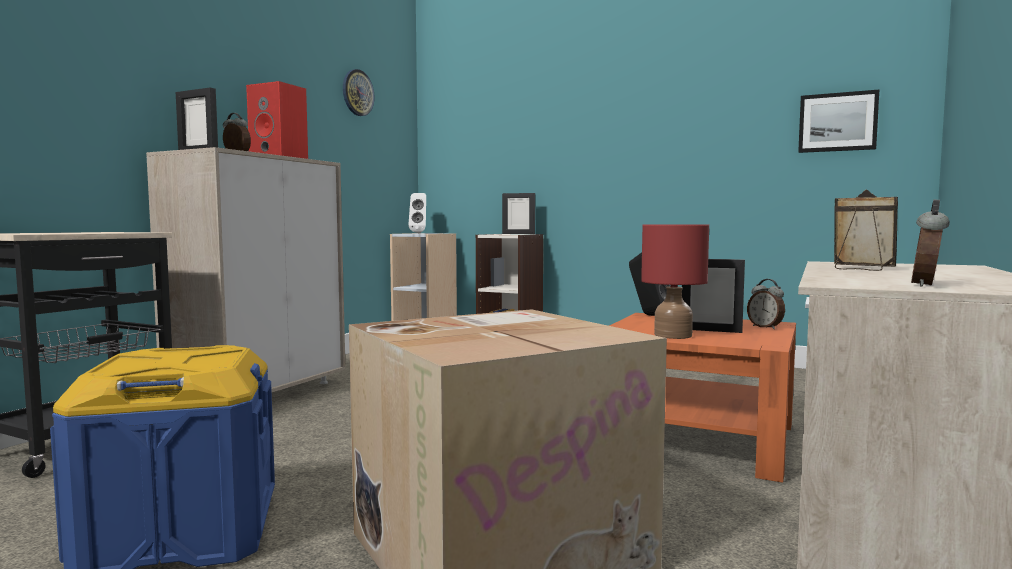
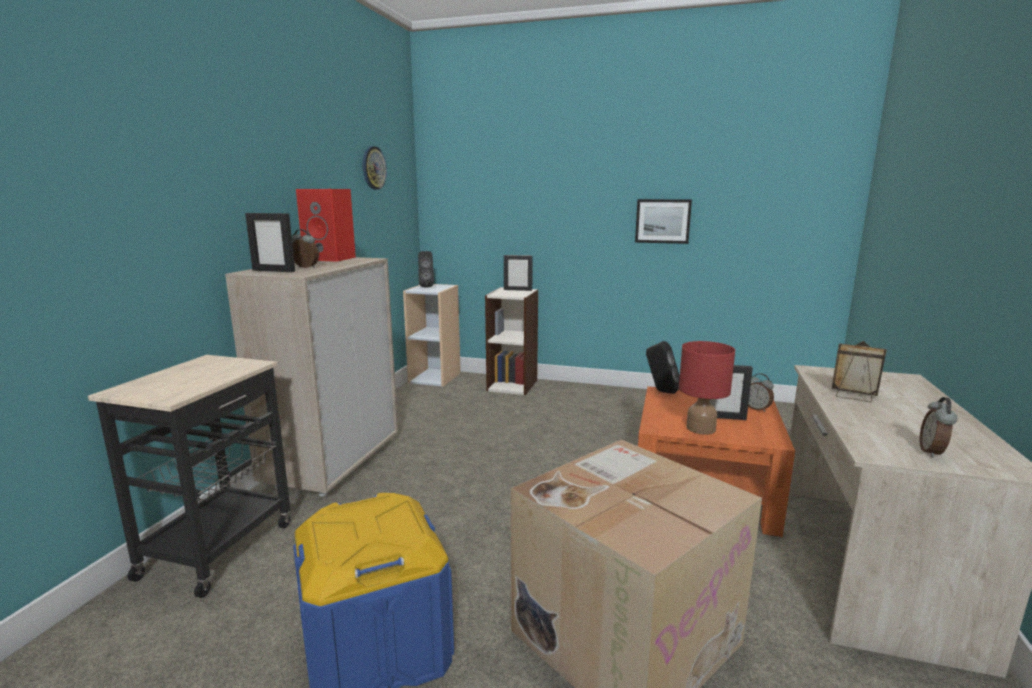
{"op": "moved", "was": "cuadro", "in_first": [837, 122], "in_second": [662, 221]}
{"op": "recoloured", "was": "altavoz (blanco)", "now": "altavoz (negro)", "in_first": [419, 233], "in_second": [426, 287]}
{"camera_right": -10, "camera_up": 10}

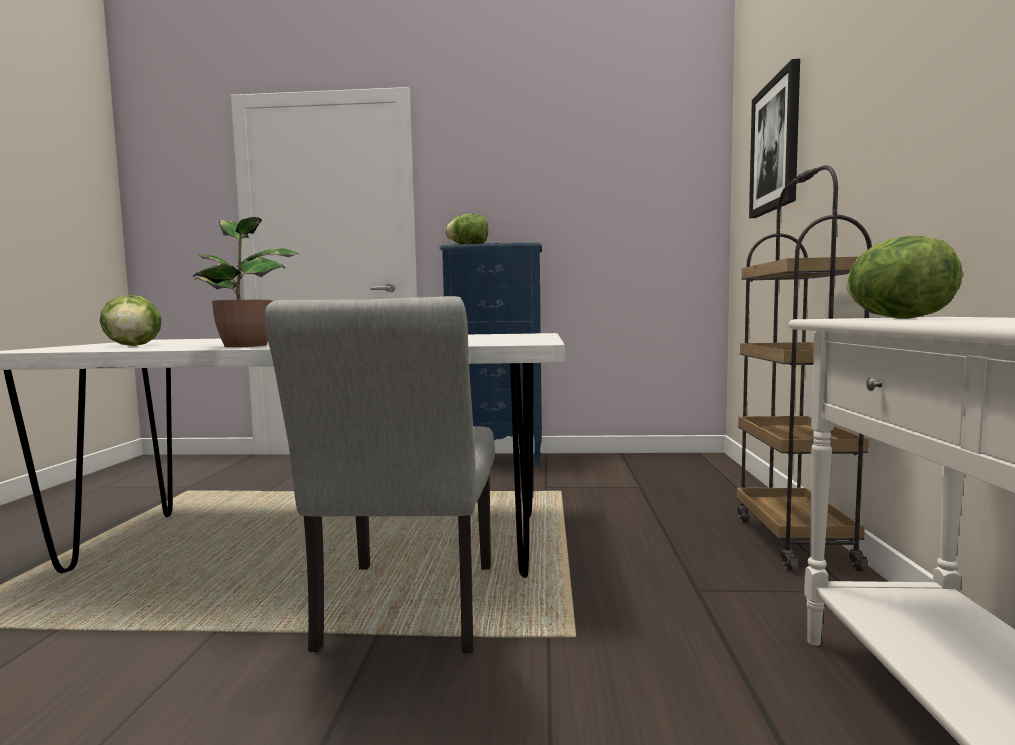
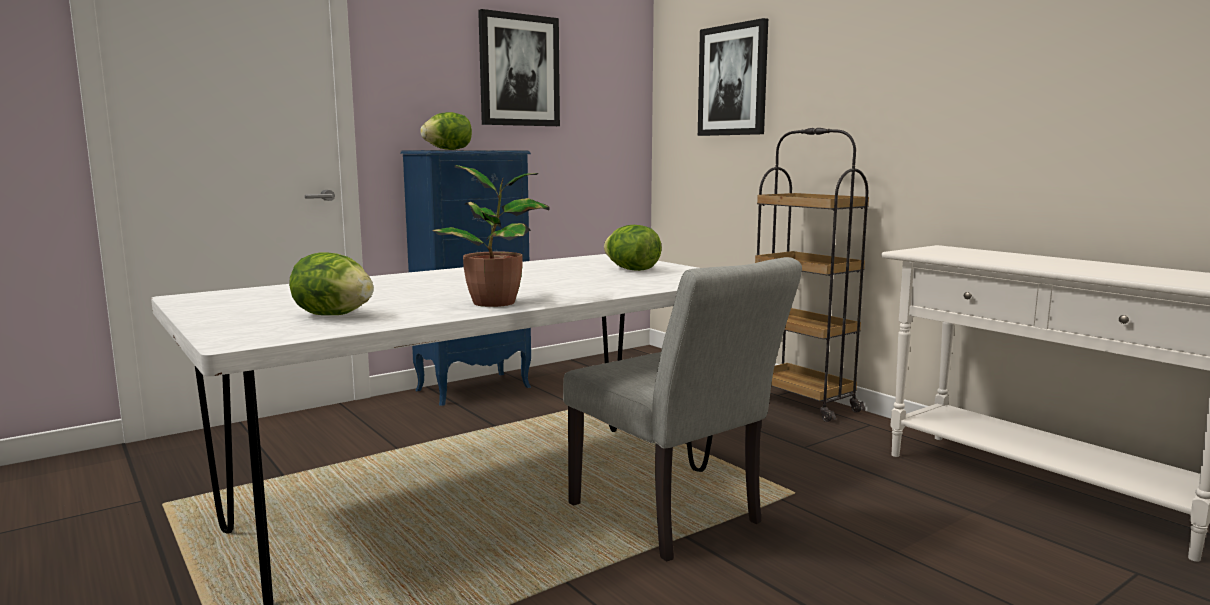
{"op": "moved", "was": "lechuga", "in_first": [896, 318], "in_second": [632, 270]}
{"op": "added", "now": "cuadro", "in_second": [519, 70]}
{"camera_right": -40, "camera_up": 5}

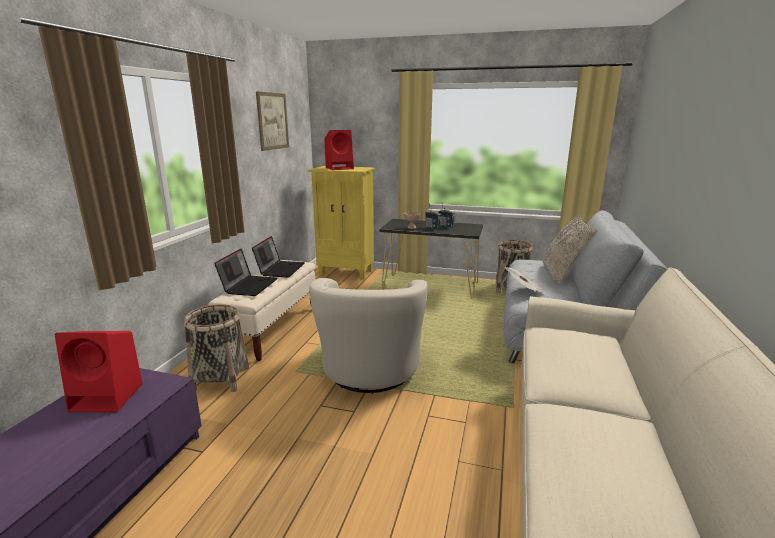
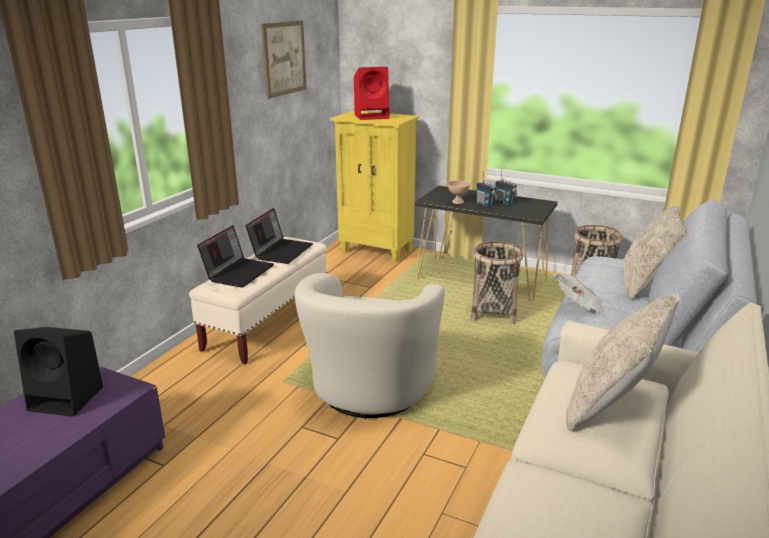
{"op": "moved", "was": "cesta", "in_first": [221, 379], "in_second": [493, 313]}
{"op": "recoloured", "was": "altavoz (rojo)", "now": "altavoz (negro)", "in_first": [109, 397], "in_second": [68, 398]}
{"op": "added", "now": "cojín (beis)", "in_second": [612, 406]}
{"camera_right": 10, "camera_up": 5}

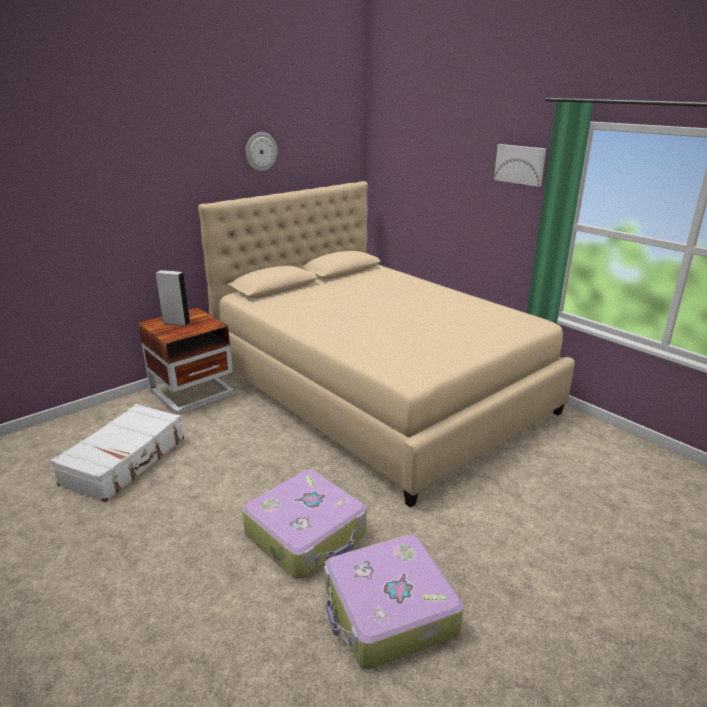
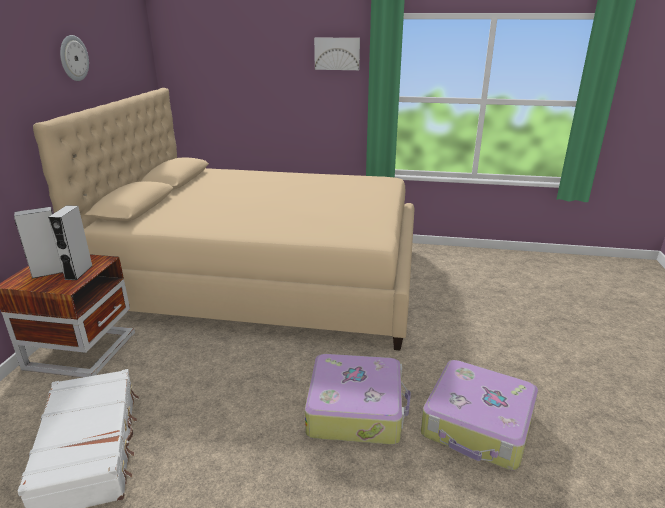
{"op": "added", "now": "altavoz (gris)", "in_second": [79, 272]}
{"camera_right": -40, "camera_up": 0}

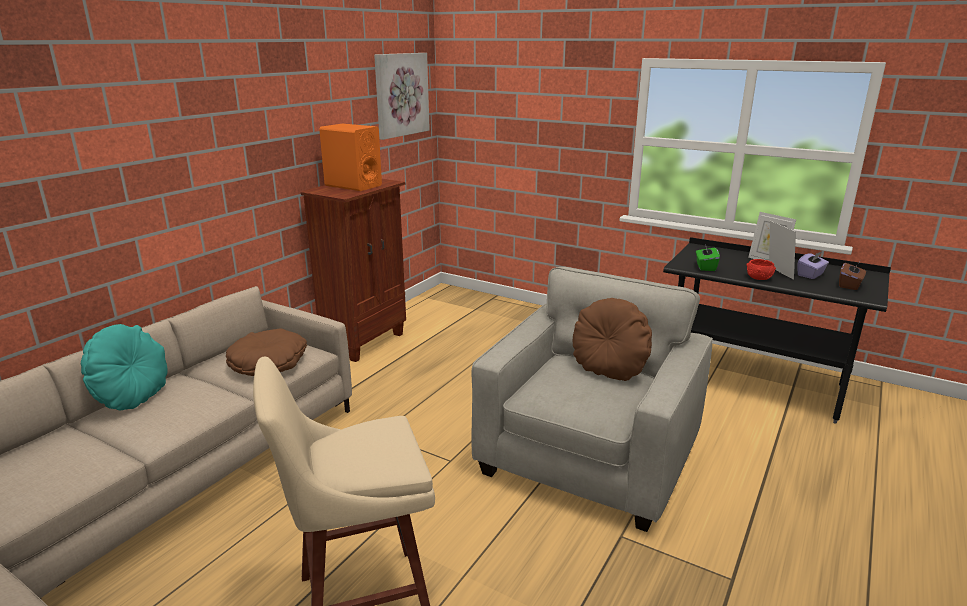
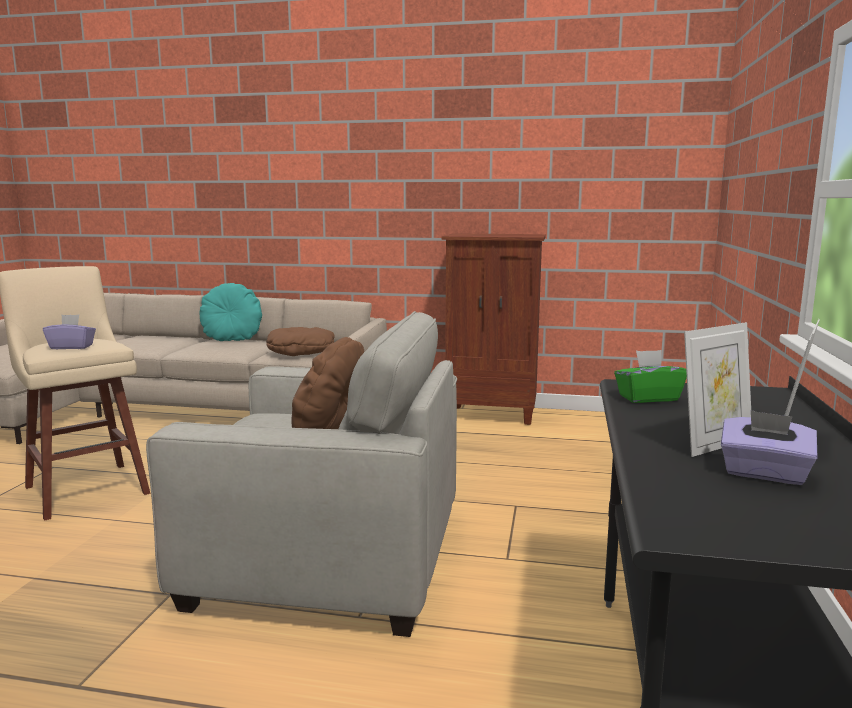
{"op": "removed", "was": "cuadro", "in_first": [401, 94]}
{"op": "removed", "was": "altavoz (naranja)", "in_first": [353, 185]}
{"op": "removed", "was": "cuenco (rojo)", "in_first": [759, 278]}
{"op": "removed", "was": "caja de pañuelos (marrón)", "in_first": [850, 285]}
{"op": "added", "now": "caja de pañuelos (morado)", "in_second": [72, 347]}
{"camera_right": 70, "camera_up": -10}

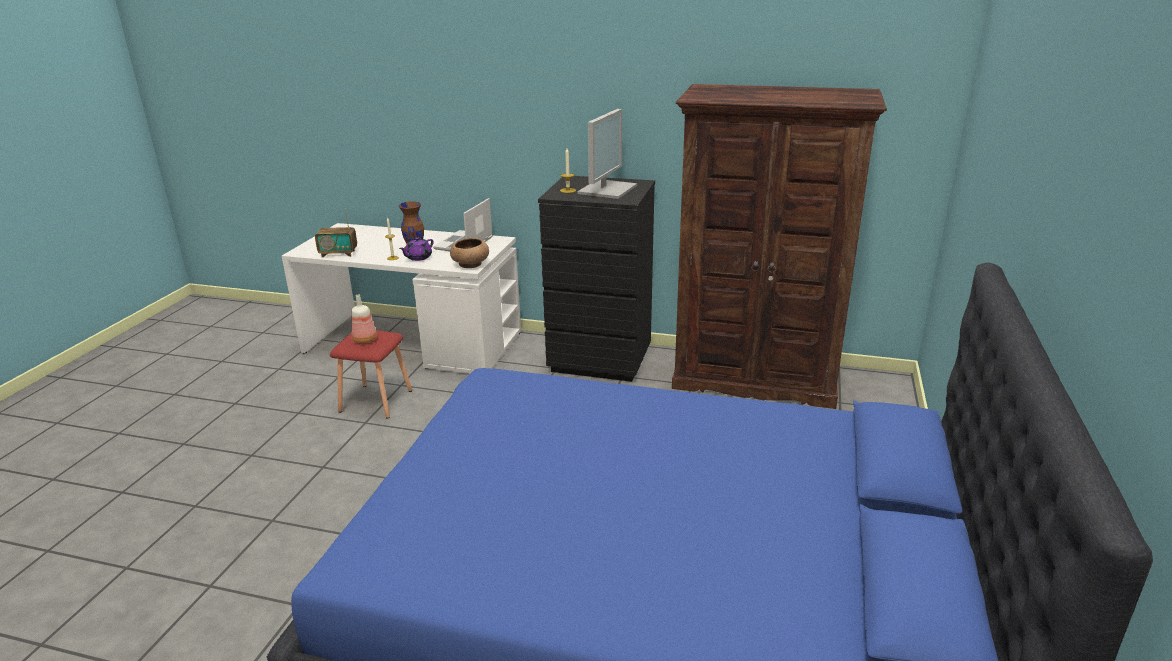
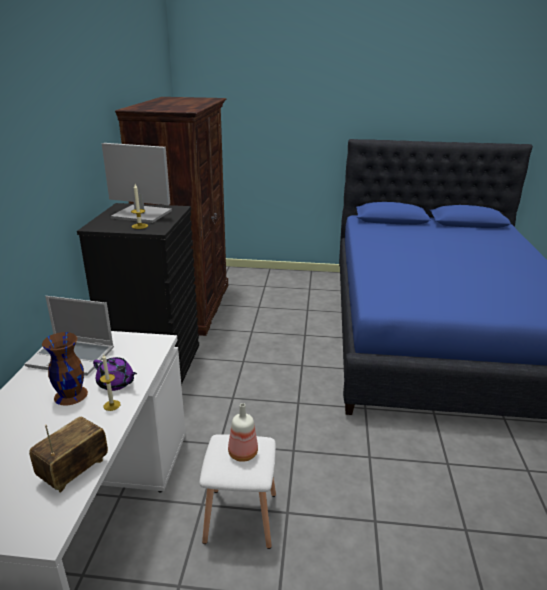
{"op": "turned", "was": "radio", "in_first": [338, 254], "in_second": [74, 470], "clockwise": -135}
{"op": "removed", "was": "cuenco (marrón)", "in_first": [470, 264]}
{"op": "recoloured", "was": "taburete (rojo)", "now": "taburete (blanco)", "in_first": [374, 401], "in_second": [241, 518]}
{"camera_right": -100, "camera_up": 0}

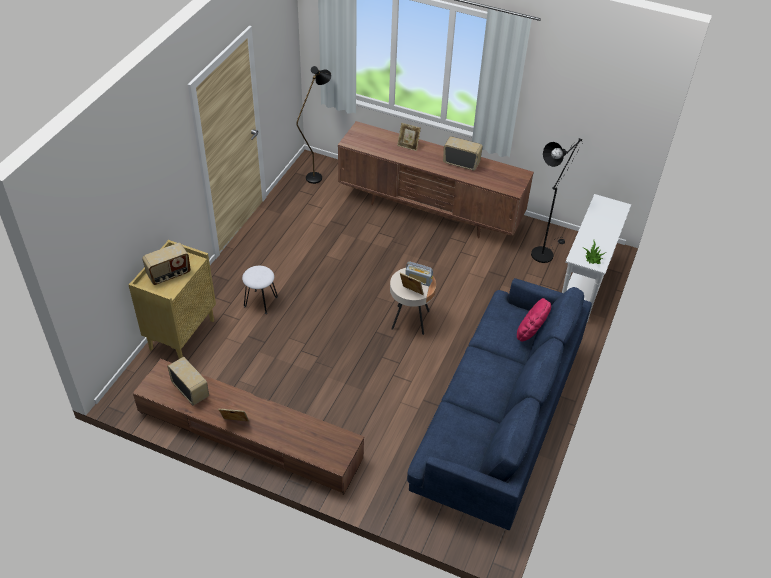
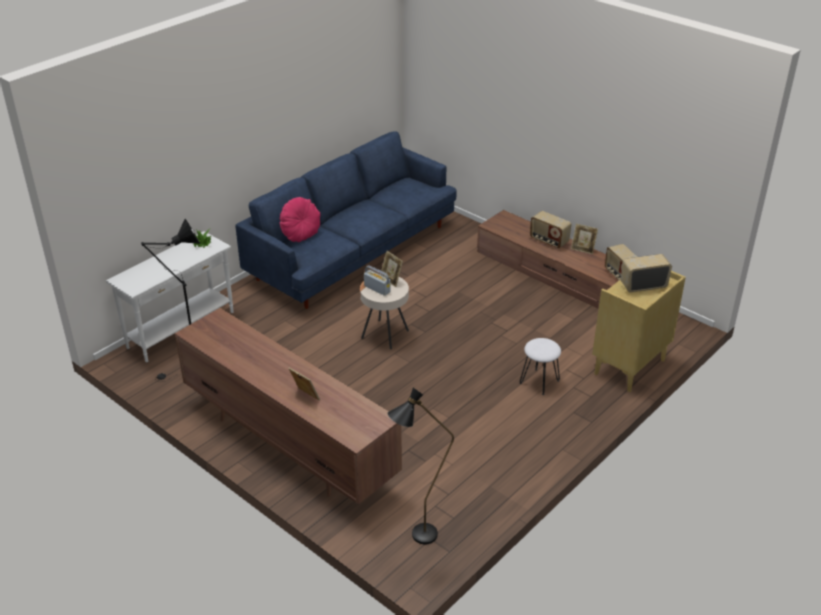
{"op": "moved", "was": "radio", "in_first": [461, 163], "in_second": [548, 241]}
{"camera_right": -160, "camera_up": -10}

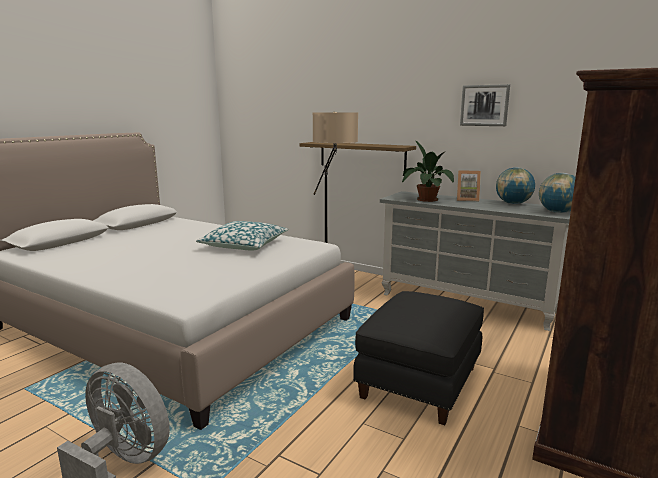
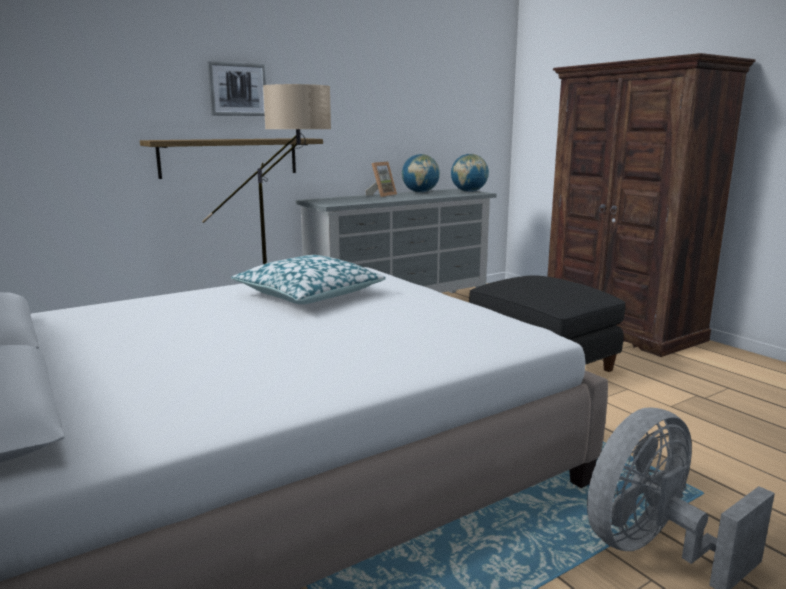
{"op": "moved", "was": "cuadro", "in_first": [484, 105], "in_second": [238, 89]}
{"op": "removed", "was": "planta en maceta", "in_first": [425, 199]}
{"camera_right": -65, "camera_up": 0}

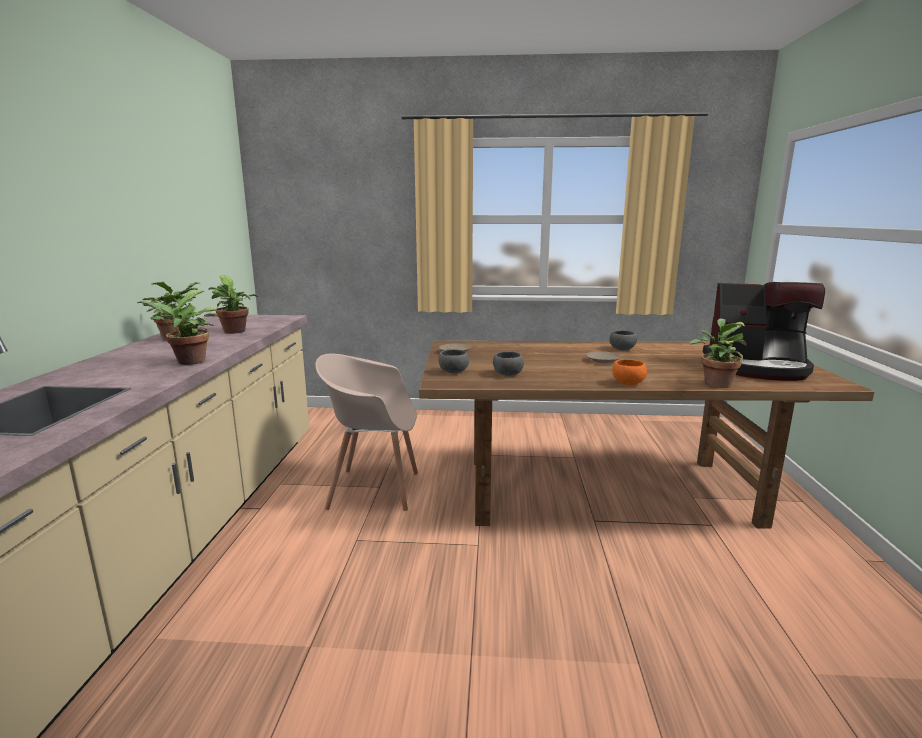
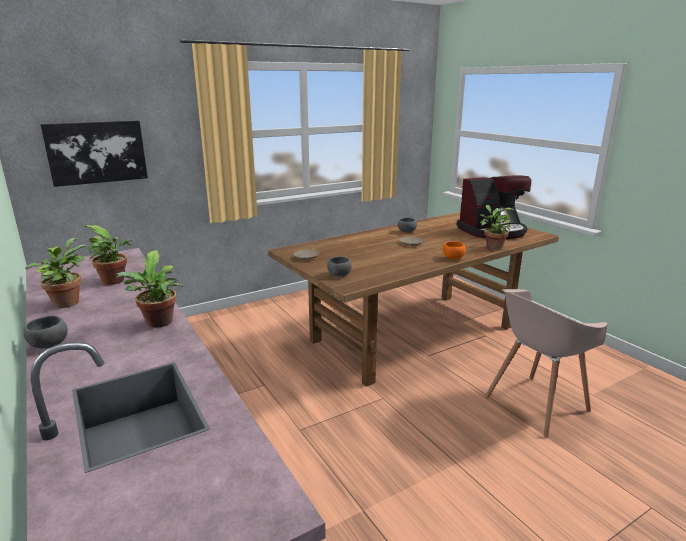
{"op": "moved", "was": "cuenco (gris)", "in_first": [507, 374], "in_second": [48, 345]}
{"op": "moved", "was": "silla (beis)", "in_first": [372, 490], "in_second": [536, 405]}
{"op": "added", "now": "cuadro", "in_second": [97, 152]}
{"camera_right": -35, "camera_up": 5}

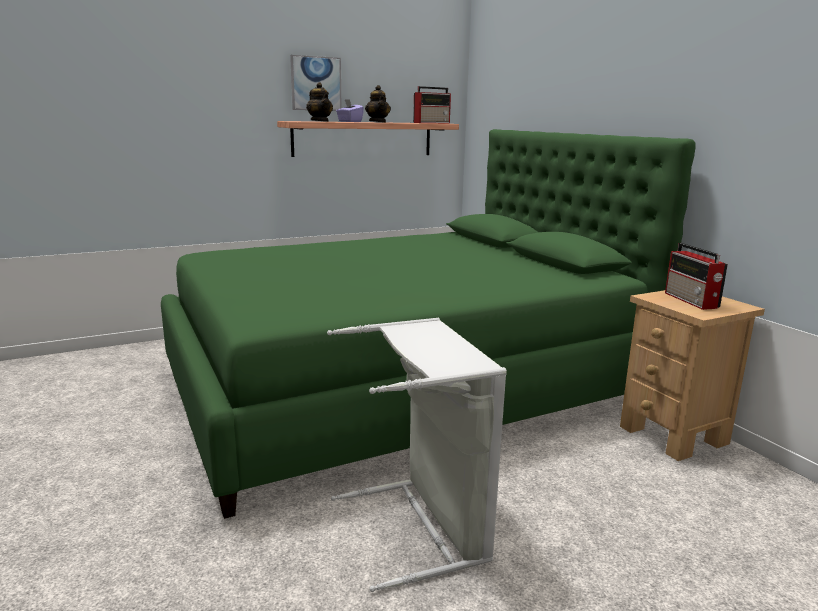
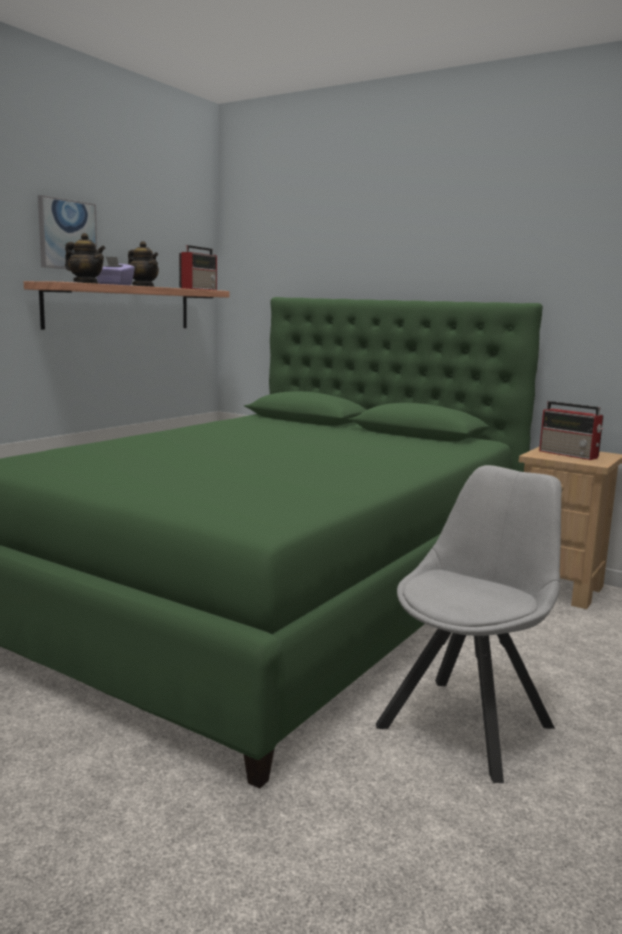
{"op": "replaced", "was": "cesto de la ropa (gris)", "now": "silla (gris)", "in_first": [424, 525], "in_second": [468, 724]}
{"camera_right": -30, "camera_up": -5}

